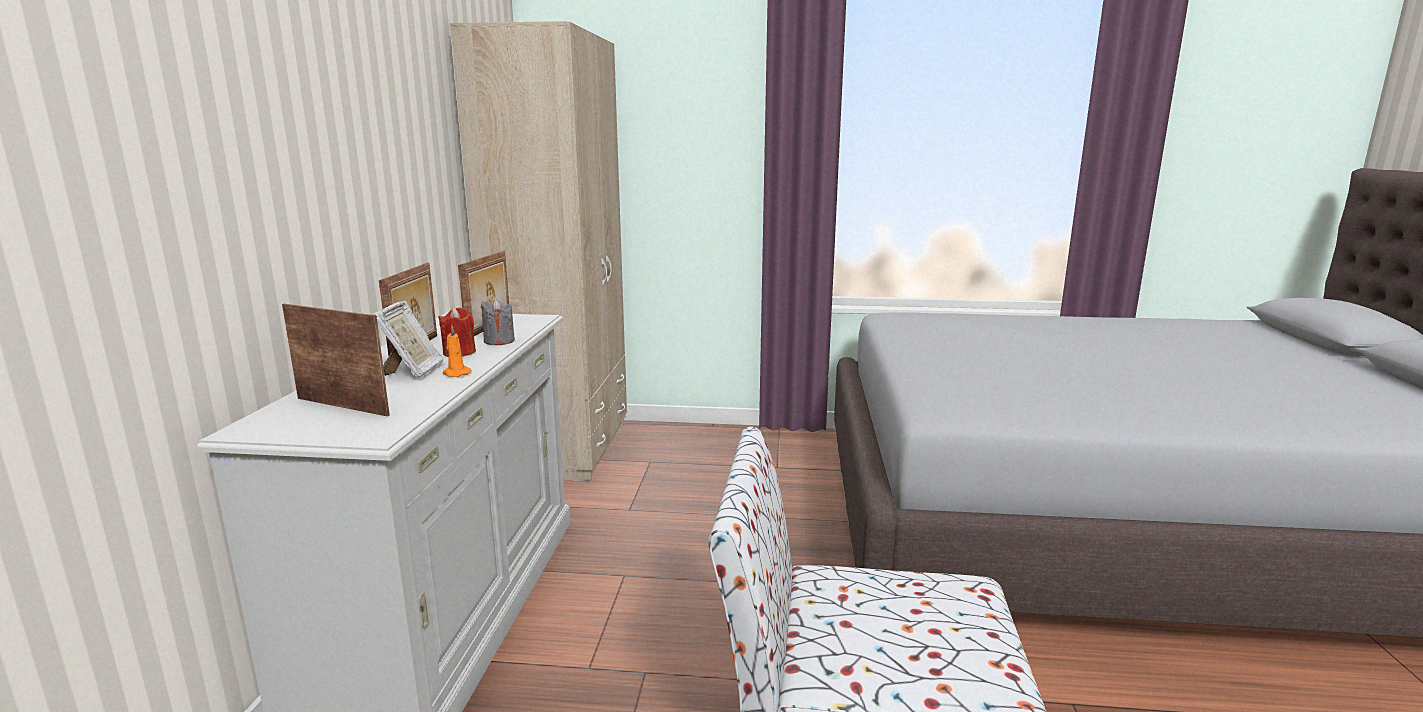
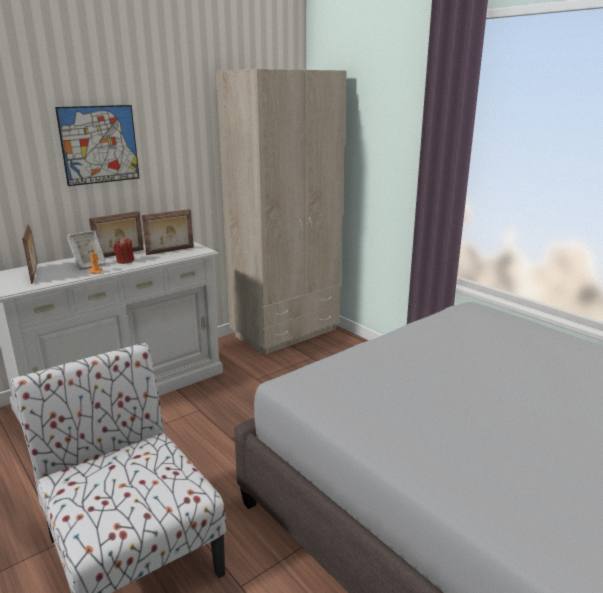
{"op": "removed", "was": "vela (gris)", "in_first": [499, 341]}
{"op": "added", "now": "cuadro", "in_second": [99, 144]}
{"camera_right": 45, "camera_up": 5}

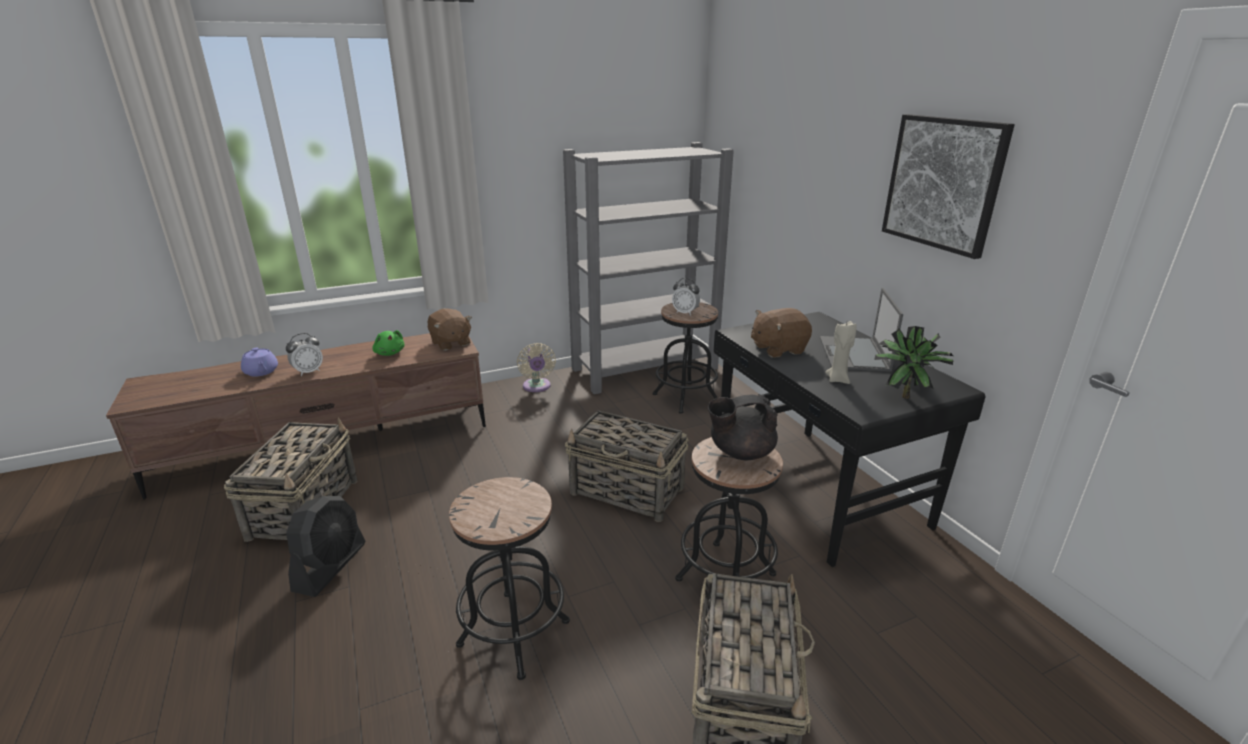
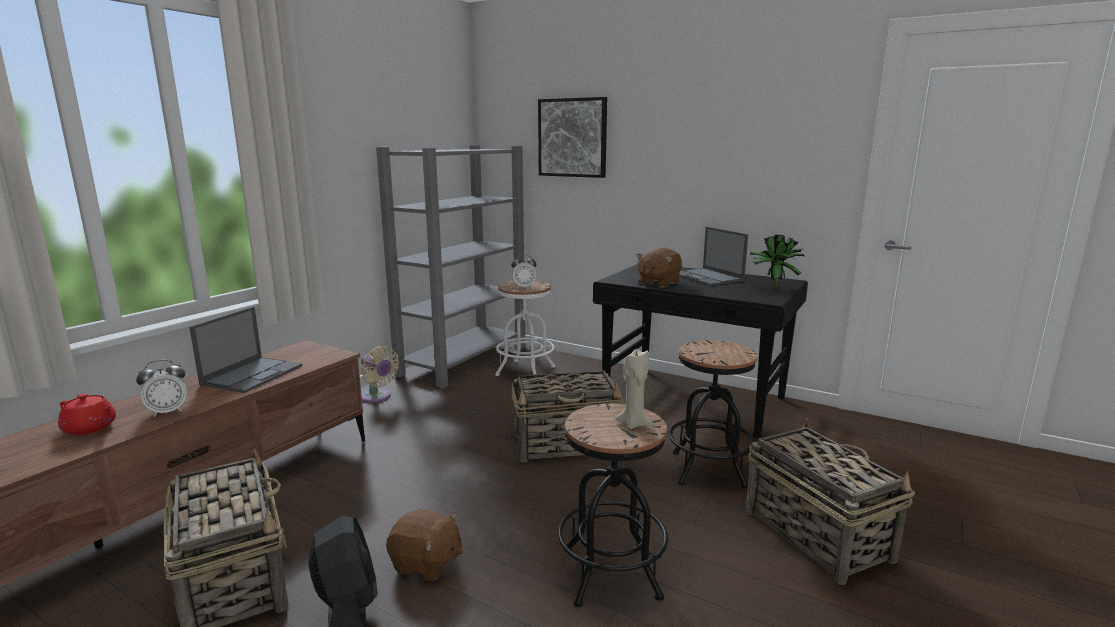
{"op": "moved", "was": "cuadro", "in_first": [943, 183], "in_second": [572, 138]}
{"op": "recoloured", "was": "taburete (negro)", "now": "taburete (blanco)", "in_first": [685, 398], "in_second": [525, 371]}
{"op": "moved", "was": "peluche (marrón)", "in_first": [450, 343], "in_second": [426, 563]}
{"op": "moved", "was": "vela (beis)", "in_first": [838, 379], "in_second": [634, 423]}
{"op": "replaced", "was": "peluche (verde)", "now": "portátil", "in_first": [390, 353], "in_second": [253, 374]}
{"op": "turned", "was": "despertador", "in_first": [308, 372], "in_second": [168, 411], "clockwise": 45}
{"op": "recoloured", "was": "tetera (morado)", "now": "tetera (rojo)", "in_first": [261, 372], "in_second": [91, 428]}
{"op": "removed", "was": "tetera (negro)", "in_first": [740, 453]}
{"camera_right": -35, "camera_up": -10}

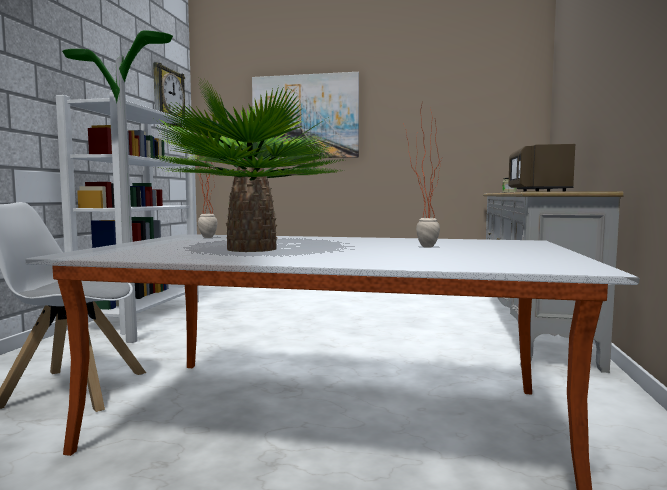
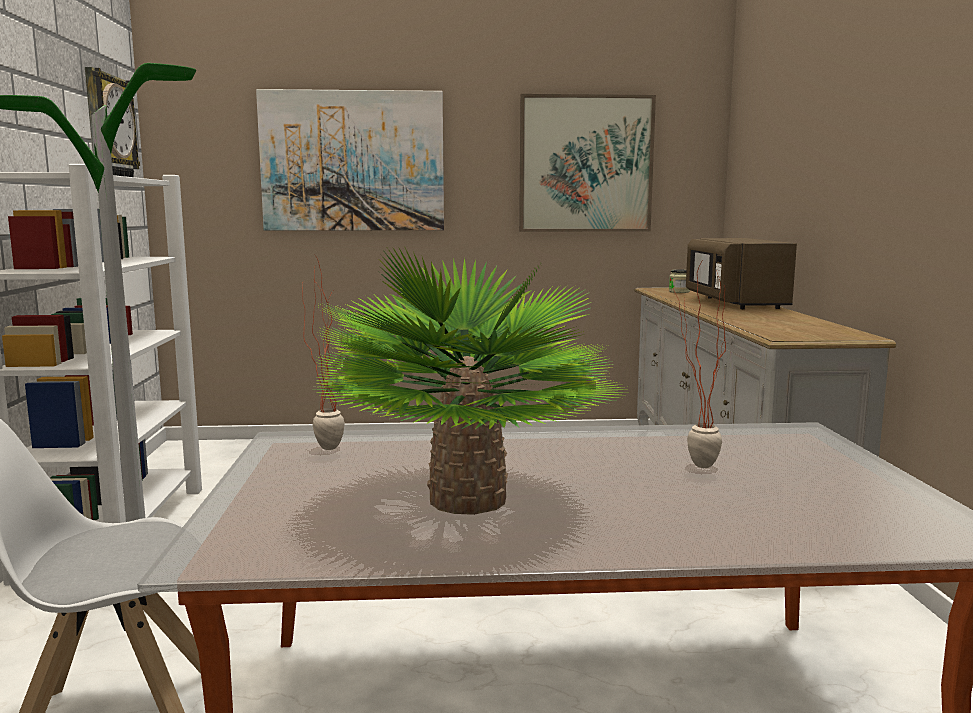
{"op": "added", "now": "cuadro", "in_second": [585, 164]}
{"camera_right": -15, "camera_up": 5}

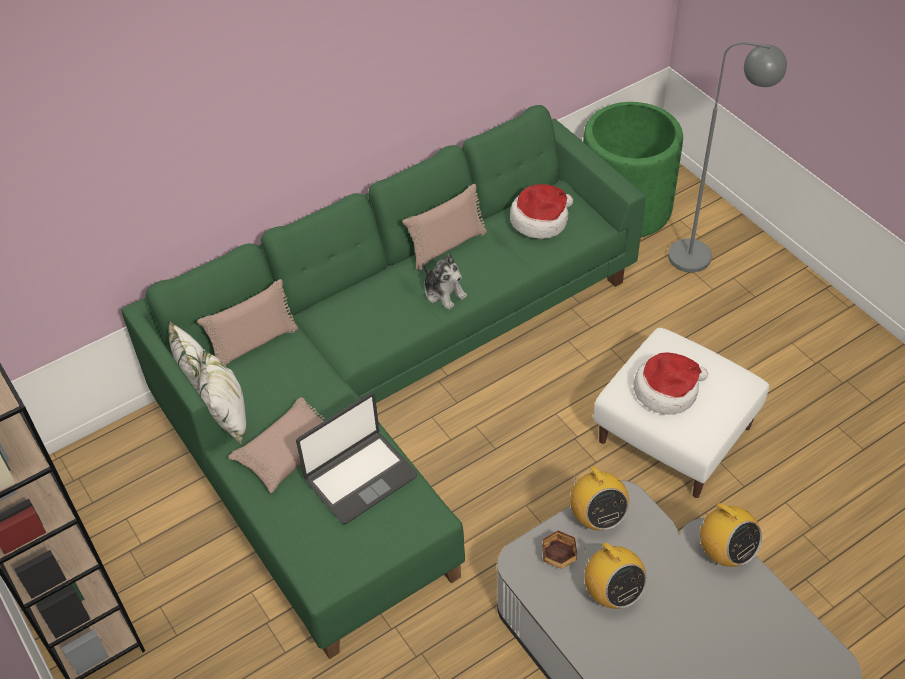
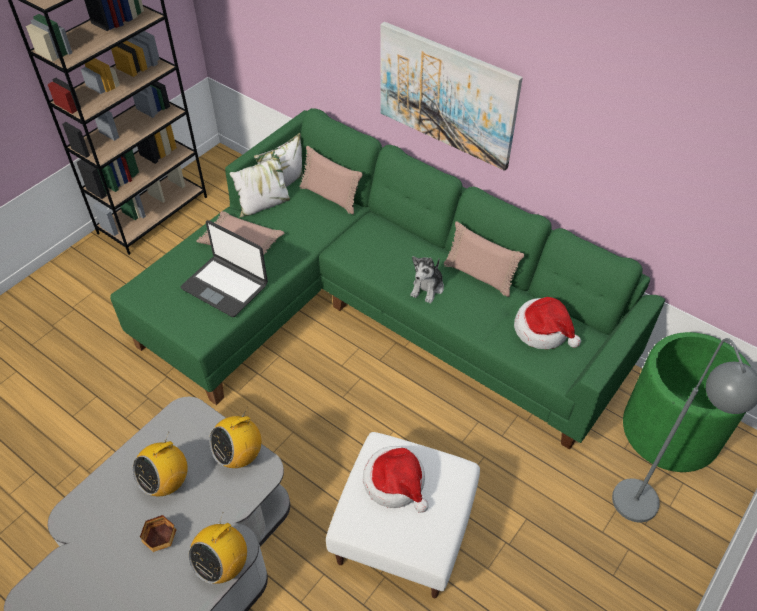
{"op": "moved", "was": "cuenco", "in_first": [558, 557], "in_second": [162, 539]}
{"op": "added", "now": "cuadro", "in_second": [447, 95]}
{"camera_right": 70, "camera_up": 0}

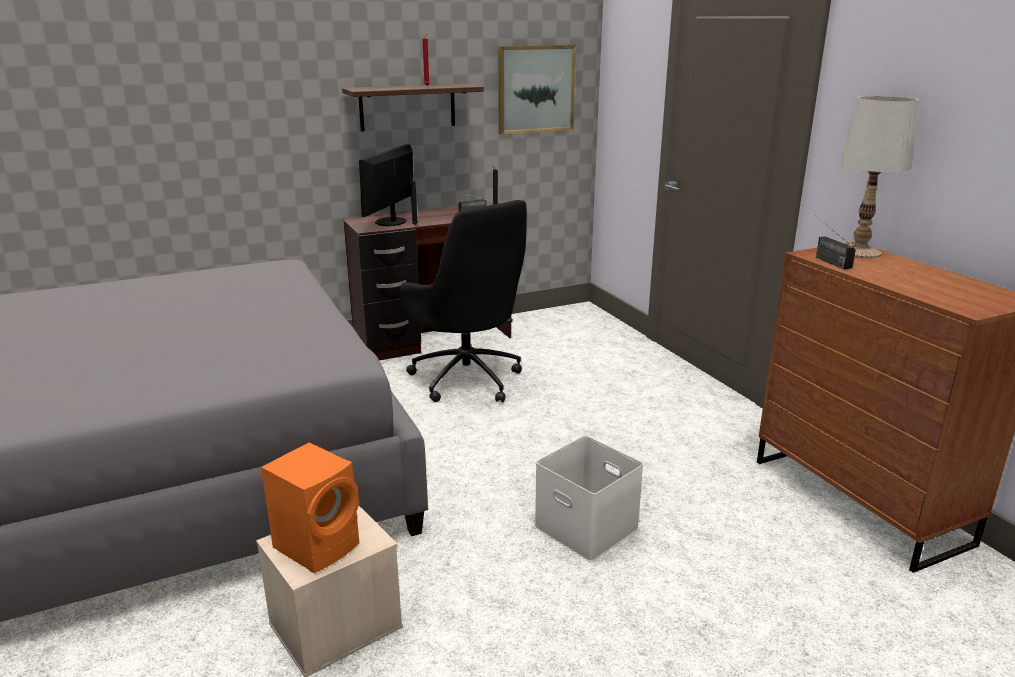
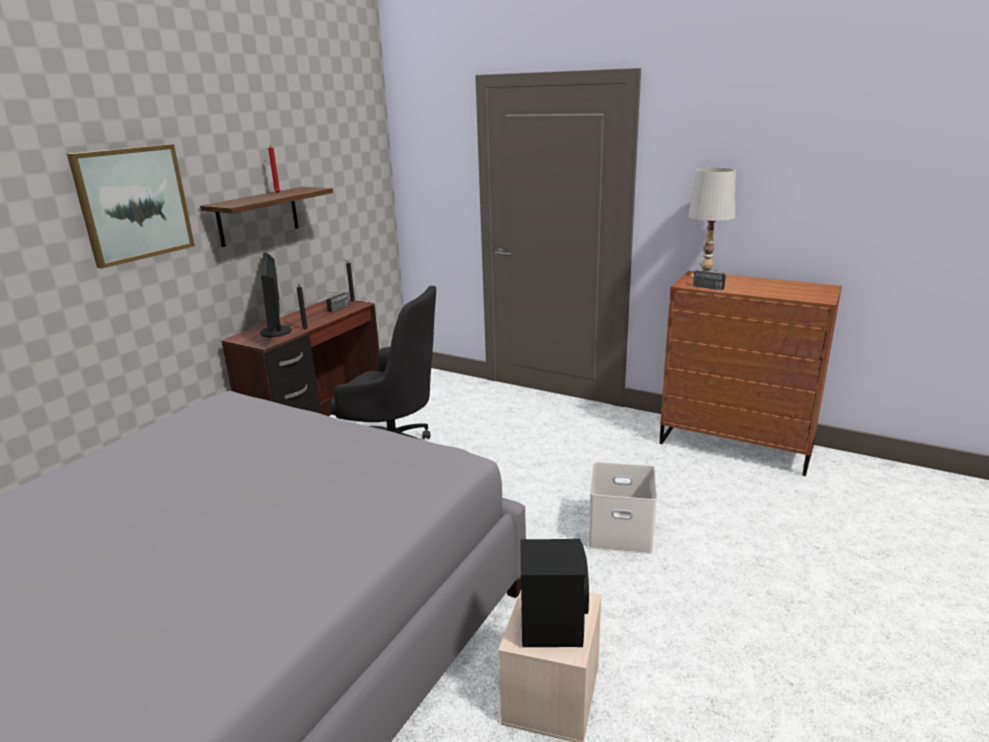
{"op": "moved", "was": "cuadro", "in_first": [535, 89], "in_second": [134, 204]}
{"op": "recoloured", "was": "altavoz (naranja)", "now": "altavoz (negro)", "in_first": [319, 545], "in_second": [552, 625]}
{"camera_right": -35, "camera_up": 0}

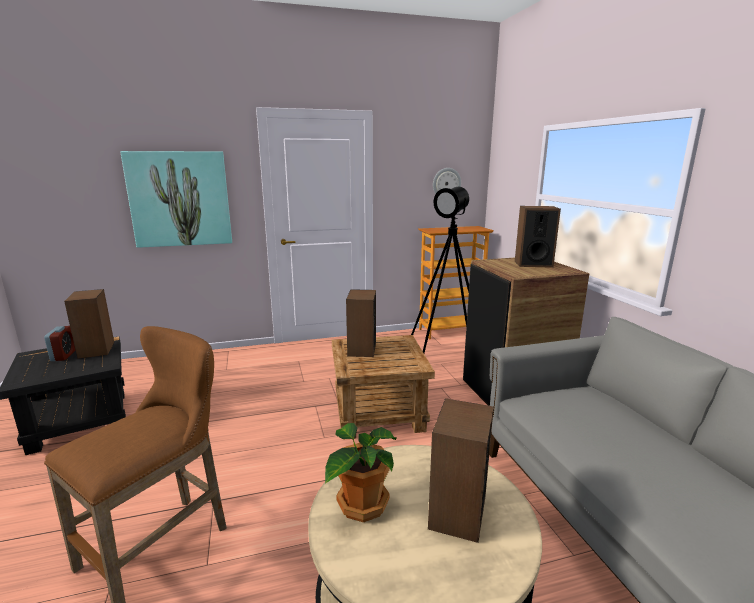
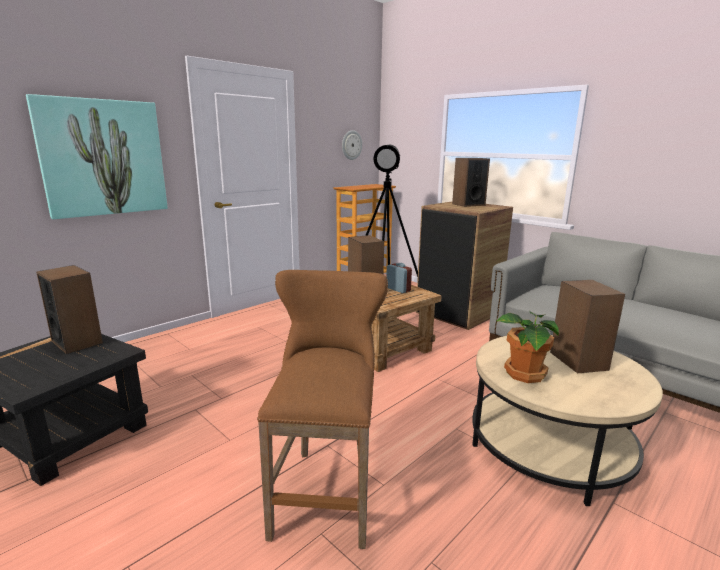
{"op": "moved", "was": "despertador", "in_first": [63, 355], "in_second": [398, 289]}
{"camera_right": -30, "camera_up": 0}

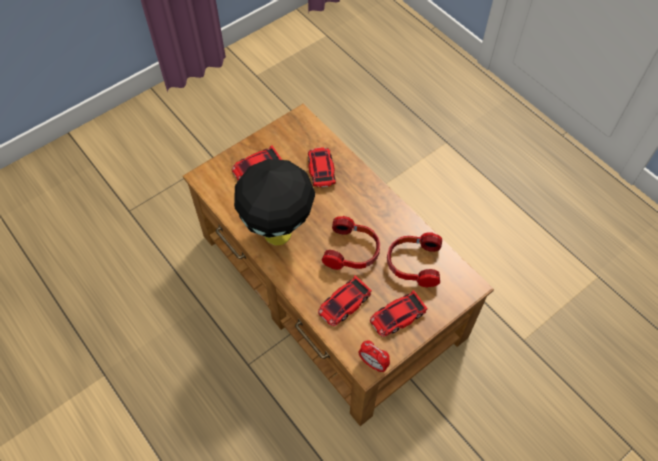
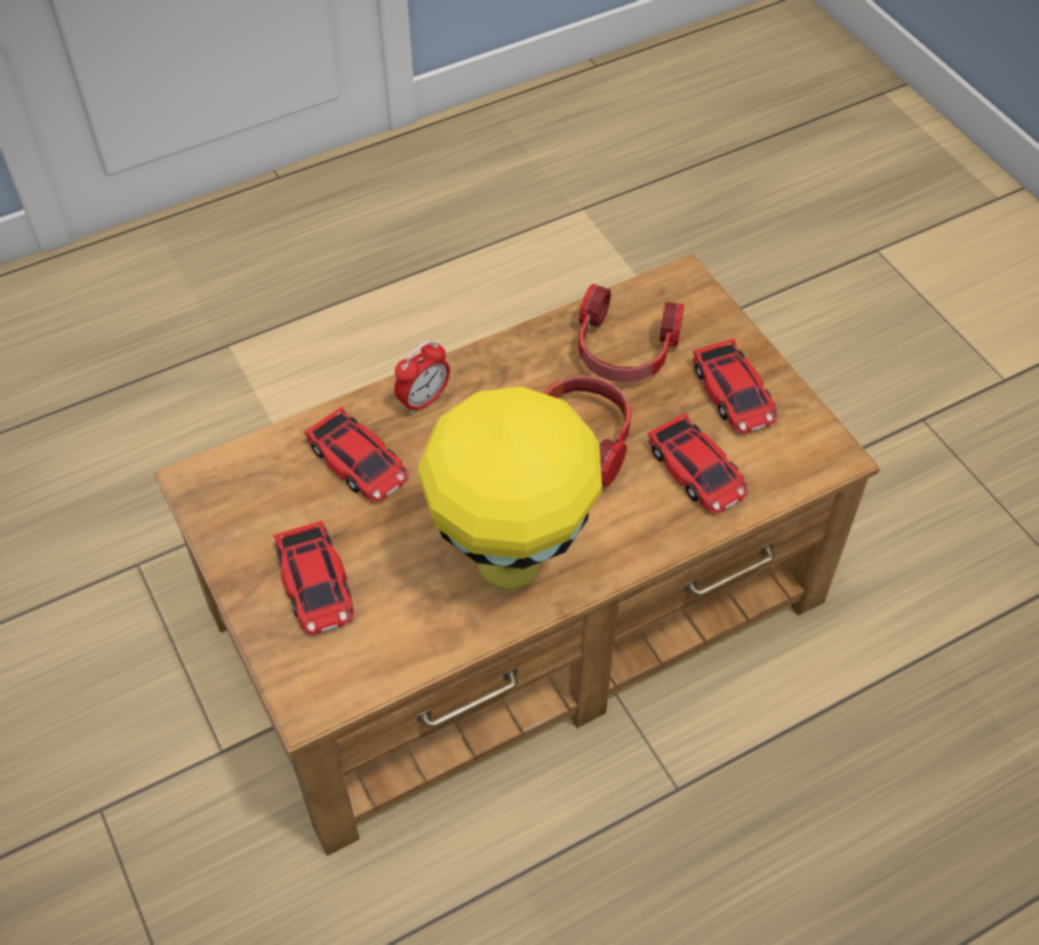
{"op": "turned", "was": "coche de juguete", "in_first": [321, 169], "in_second": [359, 462], "clockwise": -135}
{"op": "recoloured", "was": "lámpara de mesa (negro)", "now": "lámpara de mesa (amarillo)", "in_first": [279, 234], "in_second": [512, 562]}
{"op": "moved", "was": "despertador", "in_first": [373, 363], "in_second": [423, 400]}
{"camera_right": -80, "camera_up": -5}

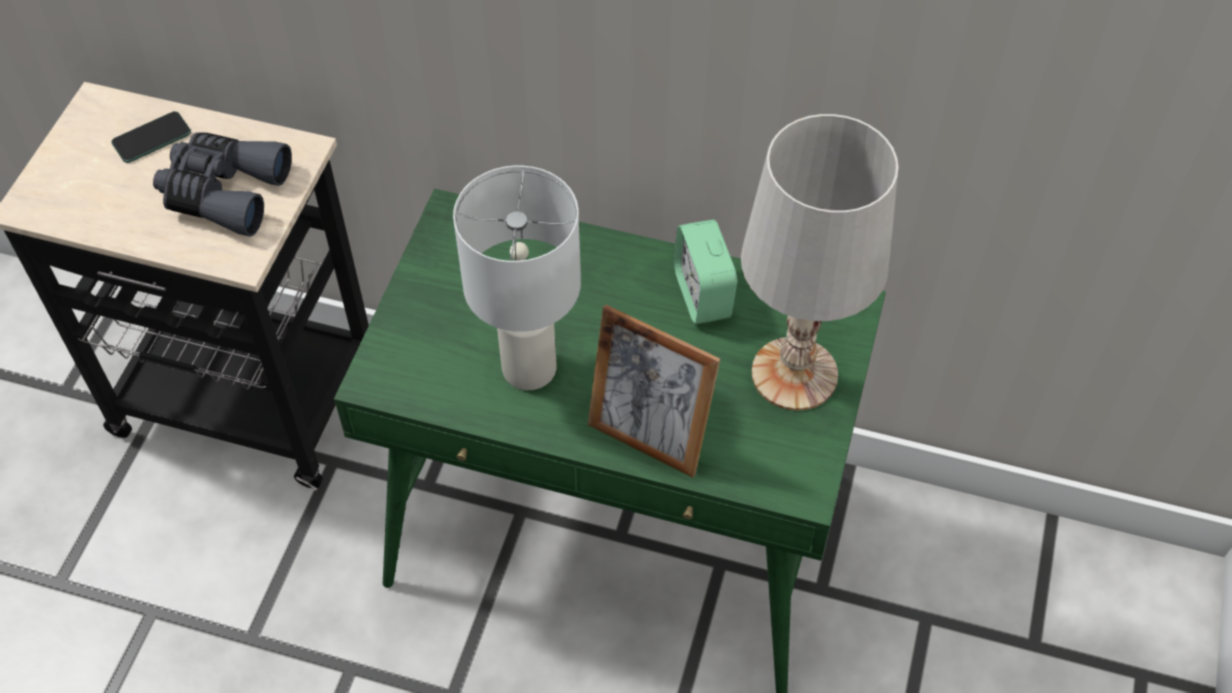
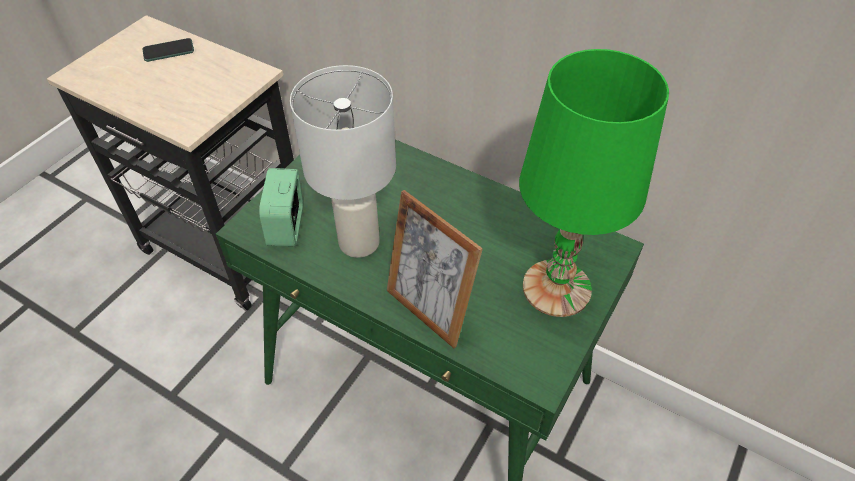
{"op": "recoloured", "was": "lámpara de mesa (blanco)", "now": "lámpara de mesa (verde)", "in_first": [795, 374], "in_second": [557, 288]}
{"op": "removed", "was": "prismáticos (gris)", "in_first": [223, 192]}
{"op": "moved", "was": "despertador", "in_first": [702, 294], "in_second": [287, 226]}
{"camera_right": 15, "camera_up": -5}

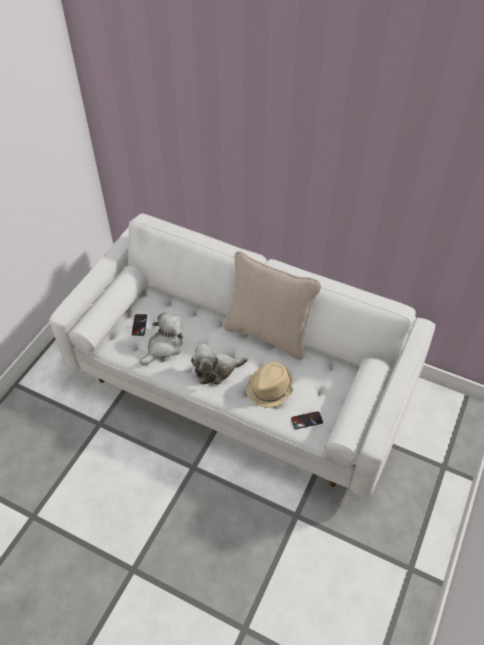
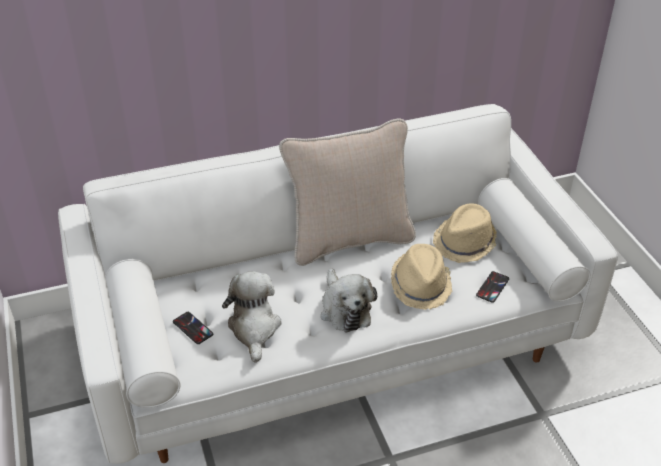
{"op": "turned", "was": "peluche", "in_first": [216, 370], "in_second": [344, 309], "clockwise": -45}
{"op": "added", "now": "sombrero (beis)", "in_second": [465, 243]}
{"camera_right": -45, "camera_up": -10}

